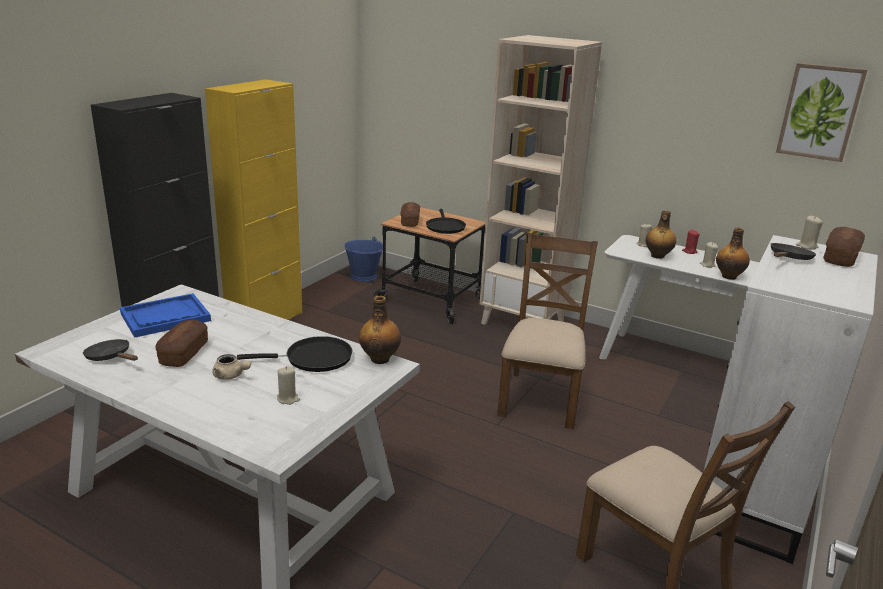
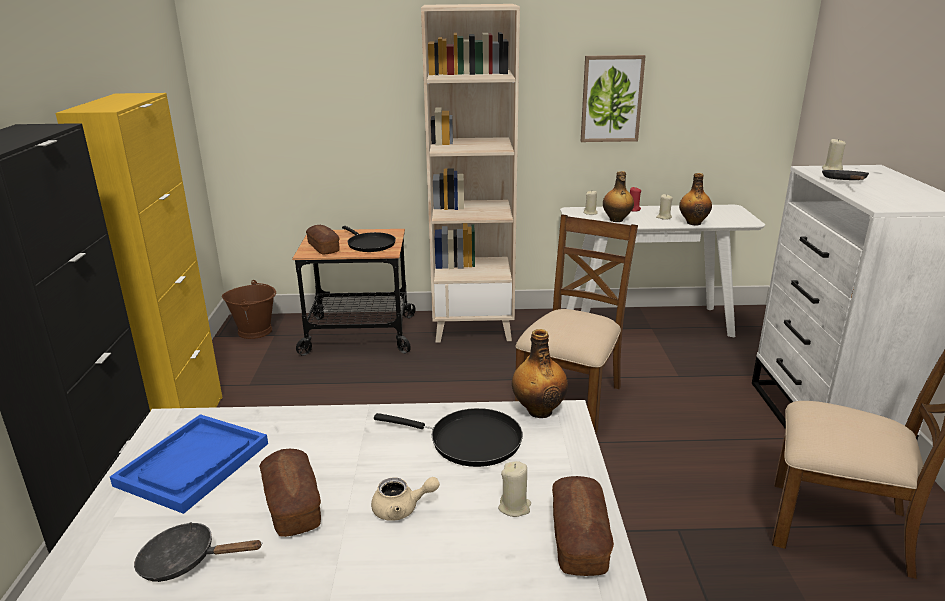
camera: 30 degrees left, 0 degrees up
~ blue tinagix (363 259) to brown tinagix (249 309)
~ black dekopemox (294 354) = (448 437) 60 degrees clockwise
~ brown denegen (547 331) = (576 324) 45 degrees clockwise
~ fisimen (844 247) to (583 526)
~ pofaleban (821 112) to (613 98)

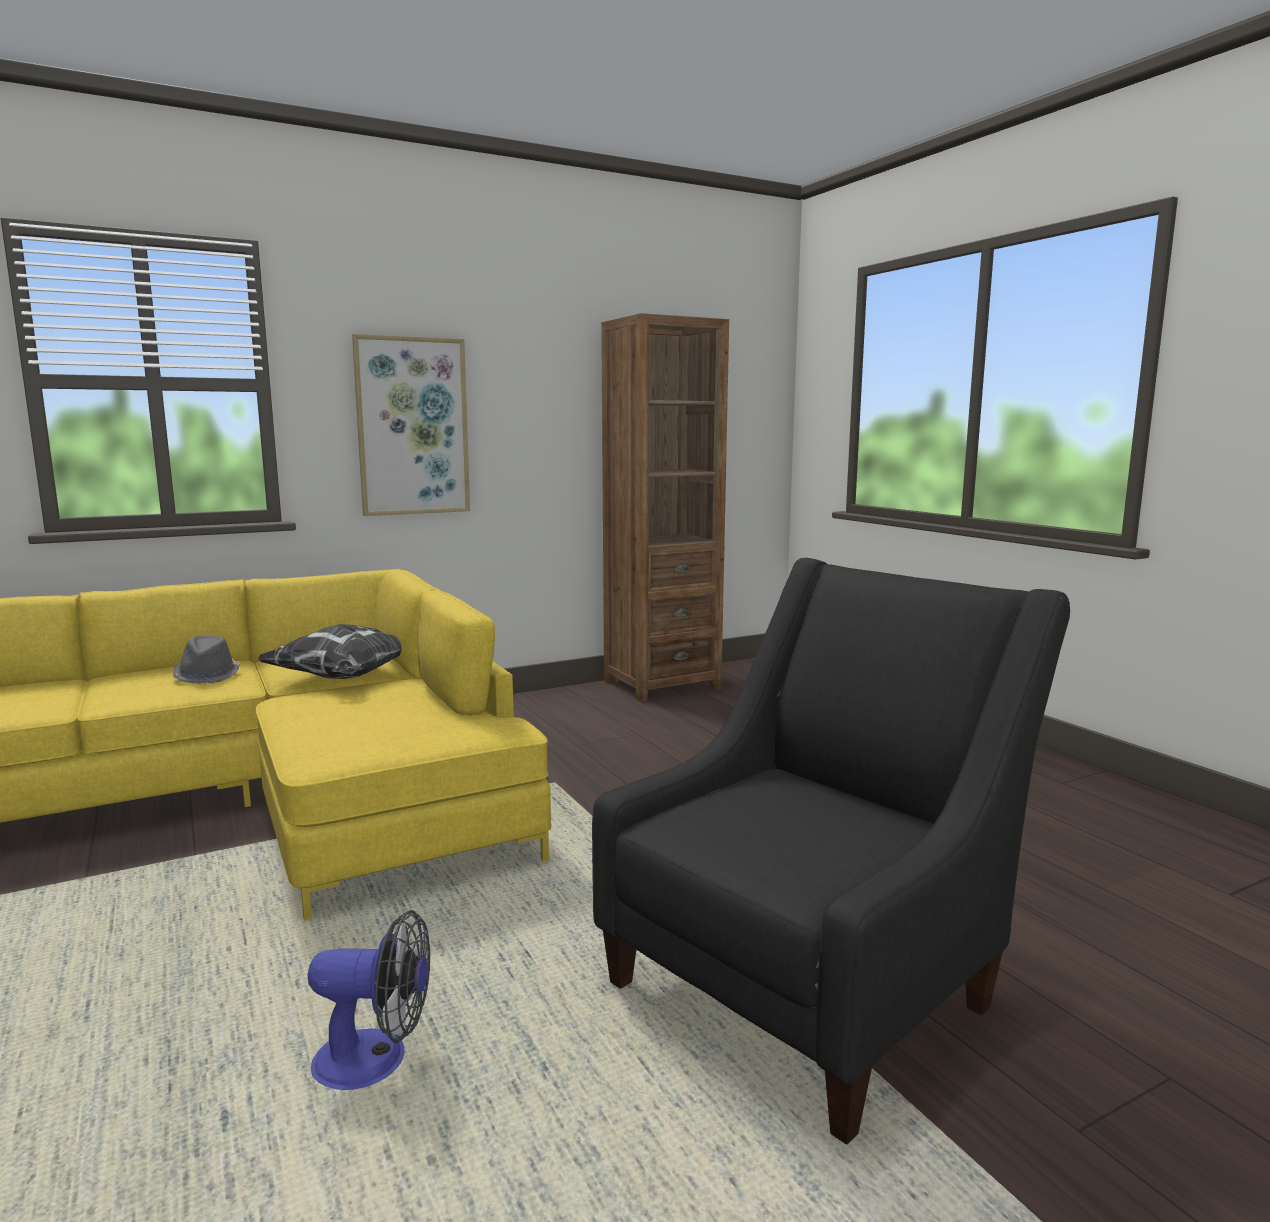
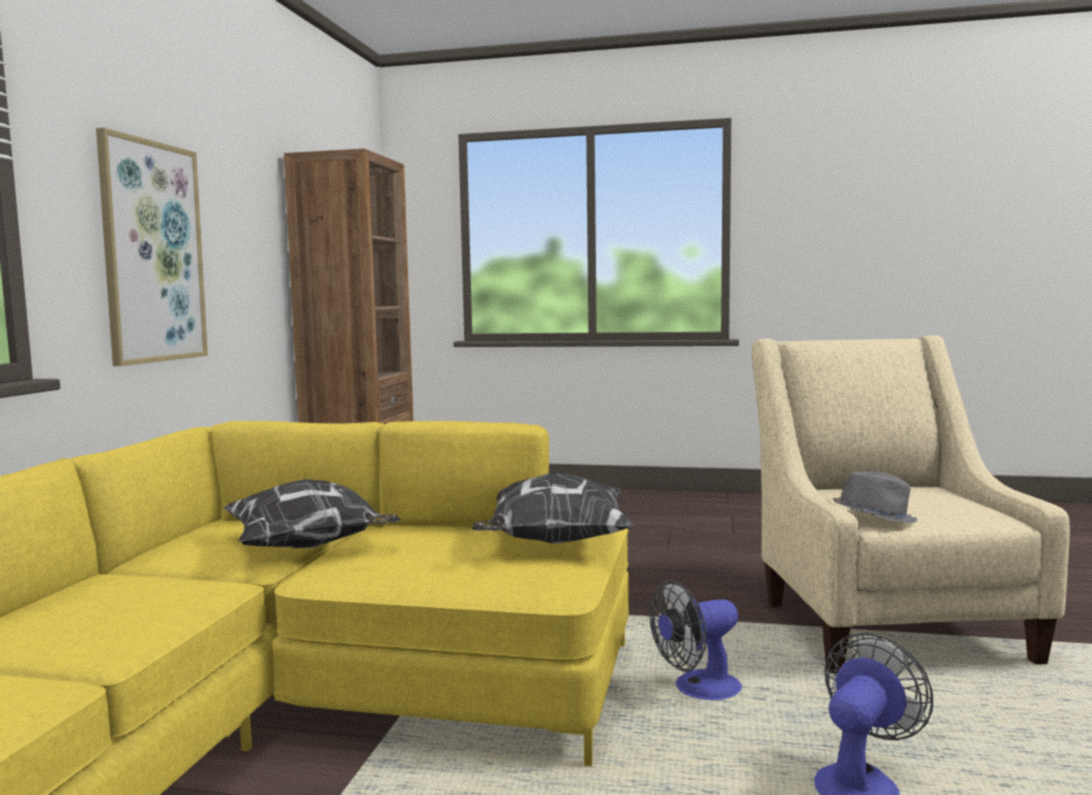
camera: 50 degrees left, 5 degrees down
+ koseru (552 508)
+ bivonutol (696 640)
~ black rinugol (831 851) to beige rinugol (911 504)
~ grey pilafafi (206 659) to (875 497)

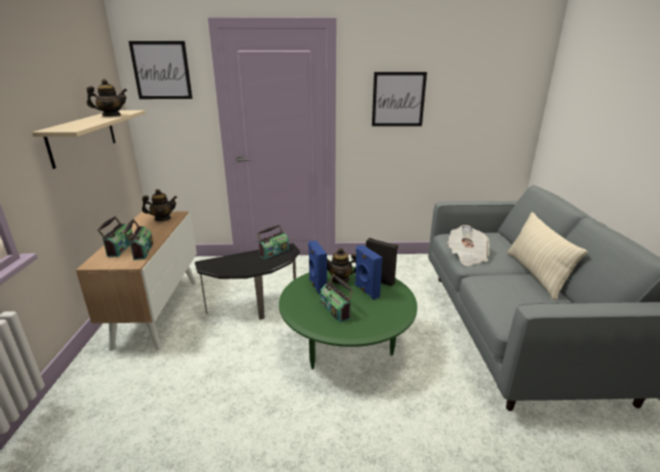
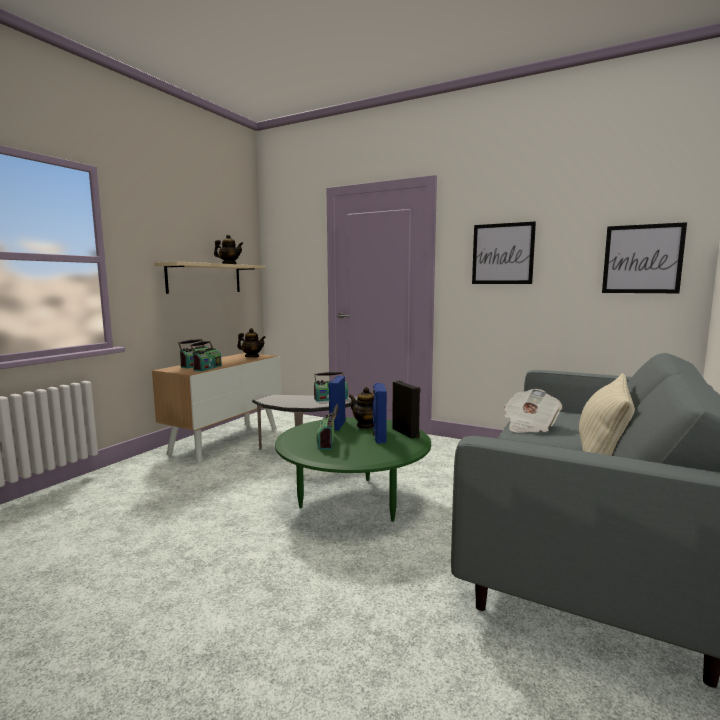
camera: 30 degrees right, 15 degrees down
~ pofaleban (161 70) to (644 257)

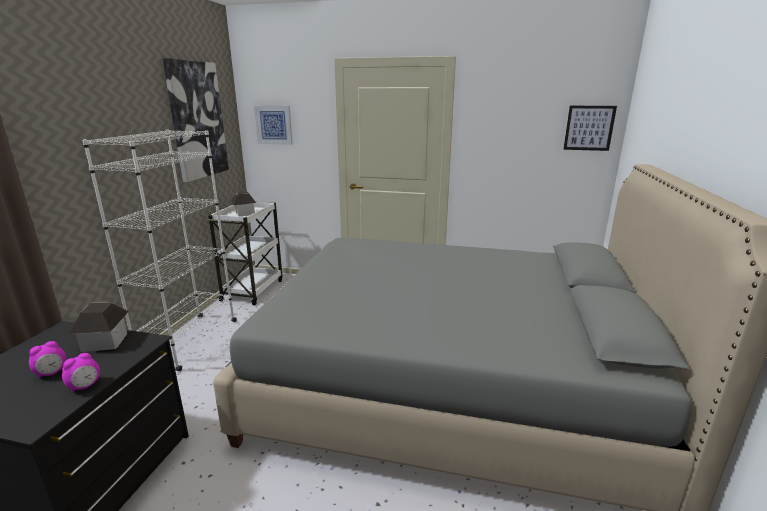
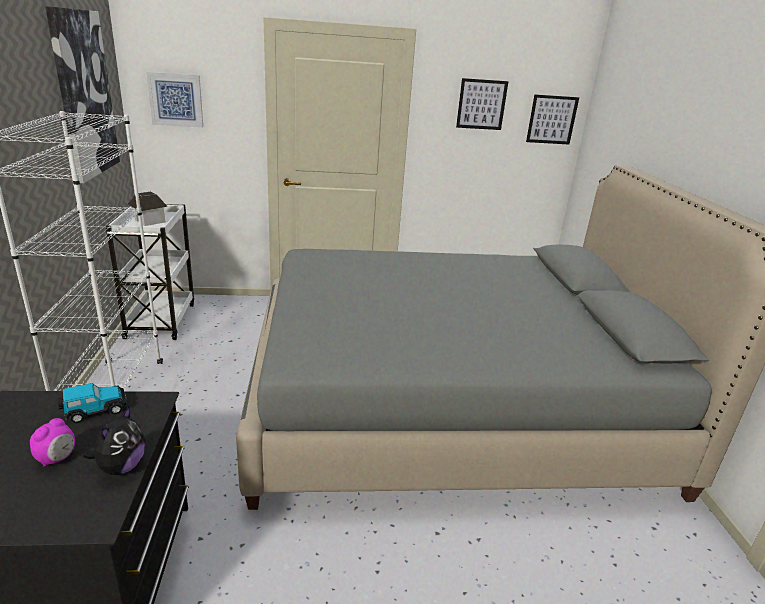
camera: 20 degrees left, 5 degrees up
~ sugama (99 327) to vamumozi (92 403)
~ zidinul (81 372) to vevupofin (114 440)
+ pofaleban (482 104)

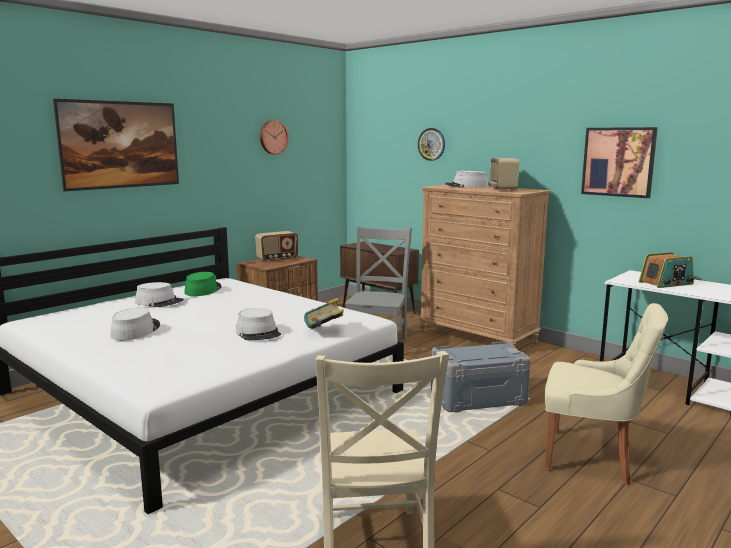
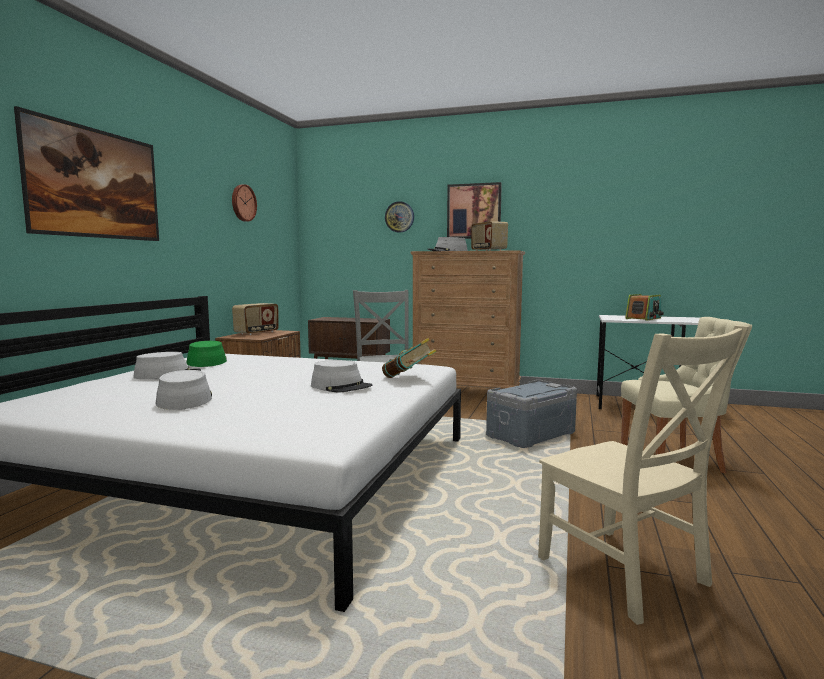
camera: 25 degrees left, 5 degrees down
~ pofaleban (619 162) to (474 210)

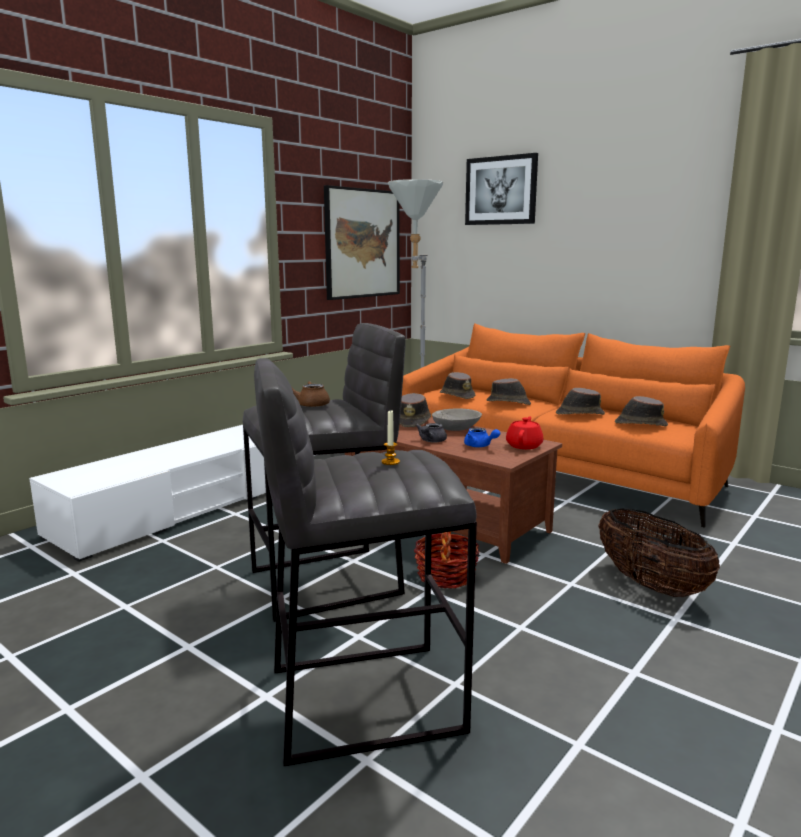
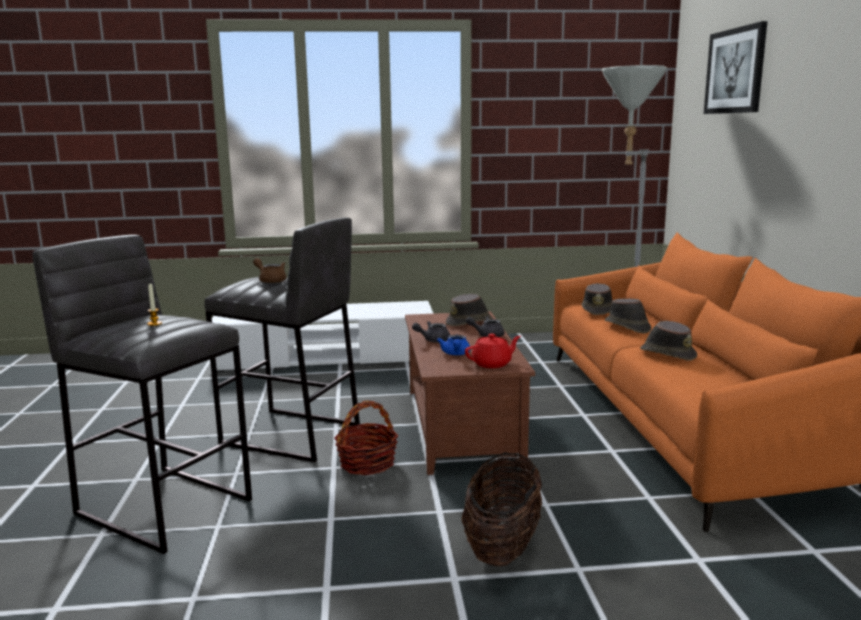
camera: 45 degrees right, 0 degrees up
~ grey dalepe (457 419) to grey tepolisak (485 327)
- pofaleban (362 242)
- brown pilafafi (641 411)

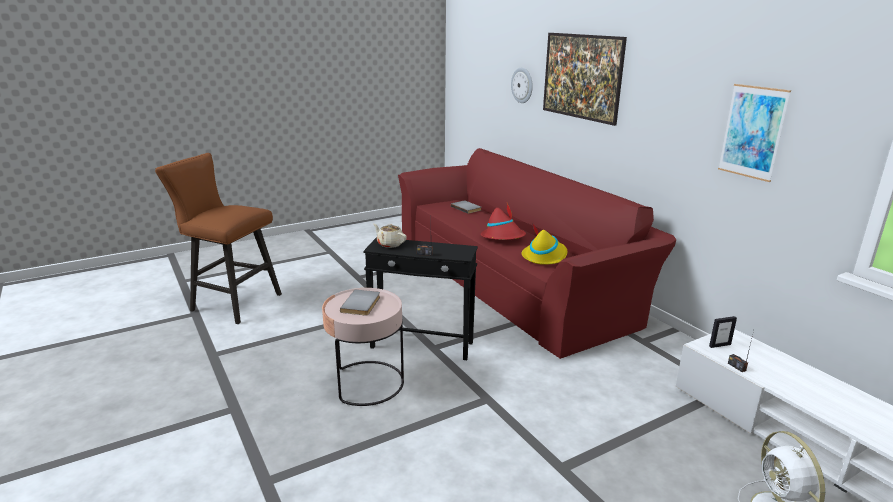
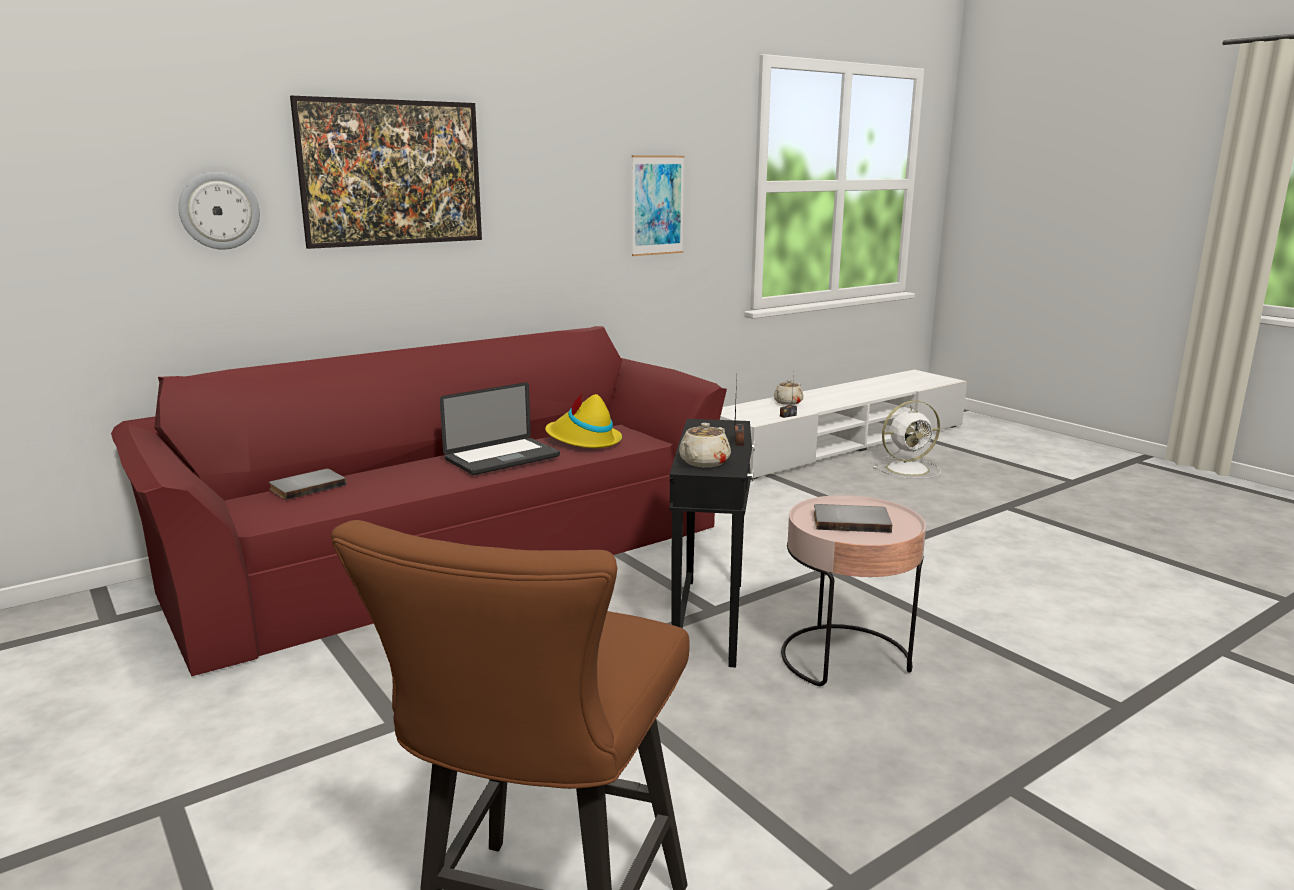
camera: 95 degrees left, 5 degrees down
~ red pilafafi (503 221) to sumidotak (500 428)
+ beige tepolisak (789 392)
- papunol (723 332)

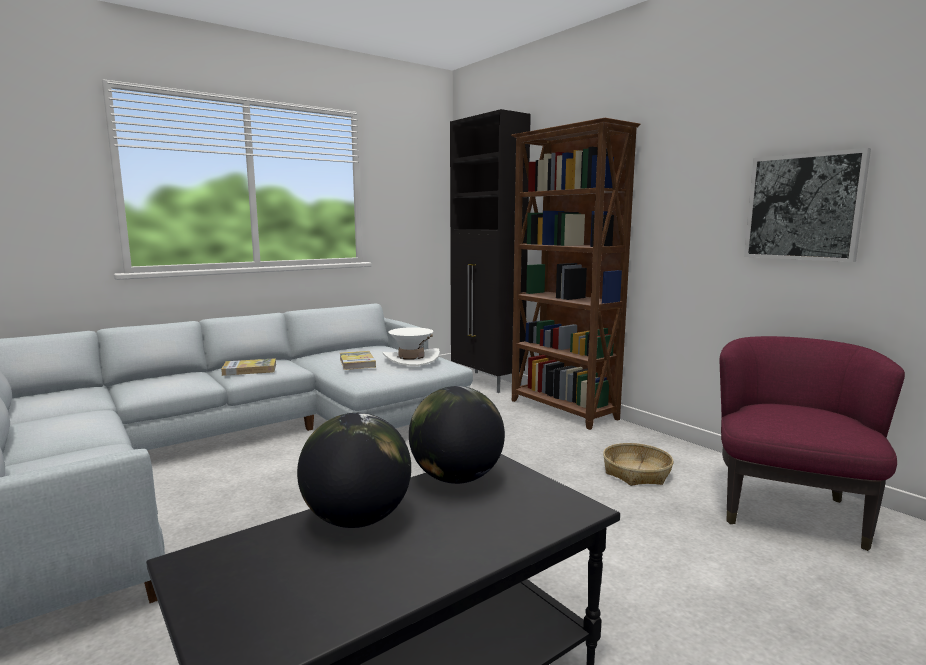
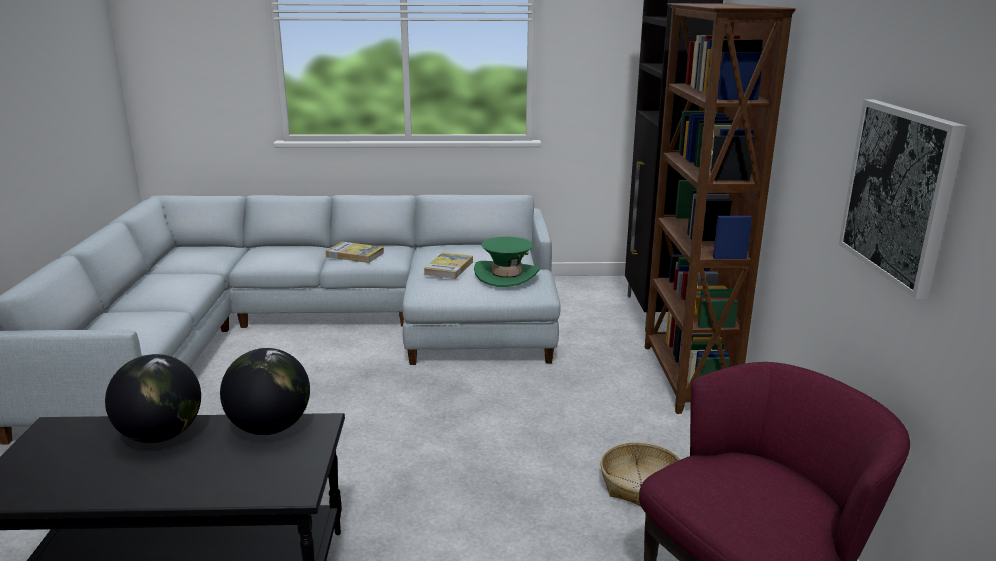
camera: 35 degrees right, 10 degrees up
~ white pilafafi (411 346) to green pilafafi (507 262)

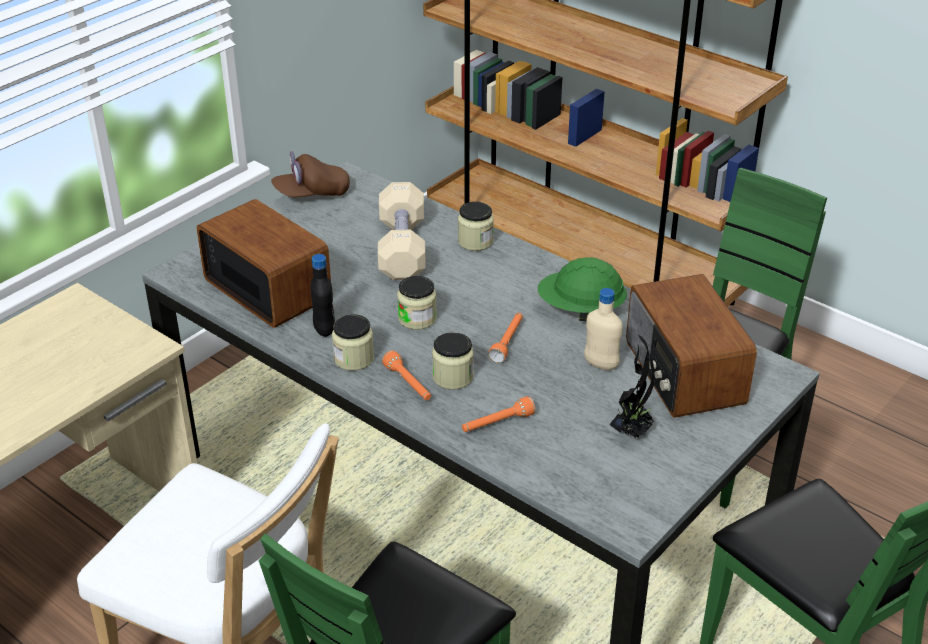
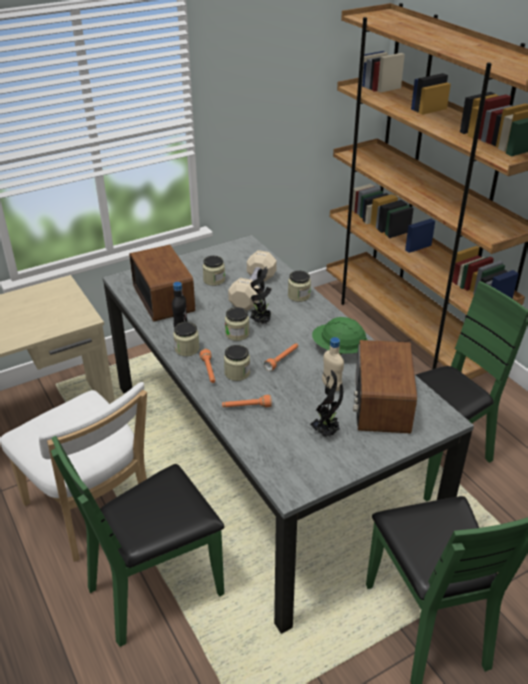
camera: 20 degrees right, 0 degrees up
+ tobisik (214 271)
+ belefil (261 295)
- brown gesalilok (310 174)

